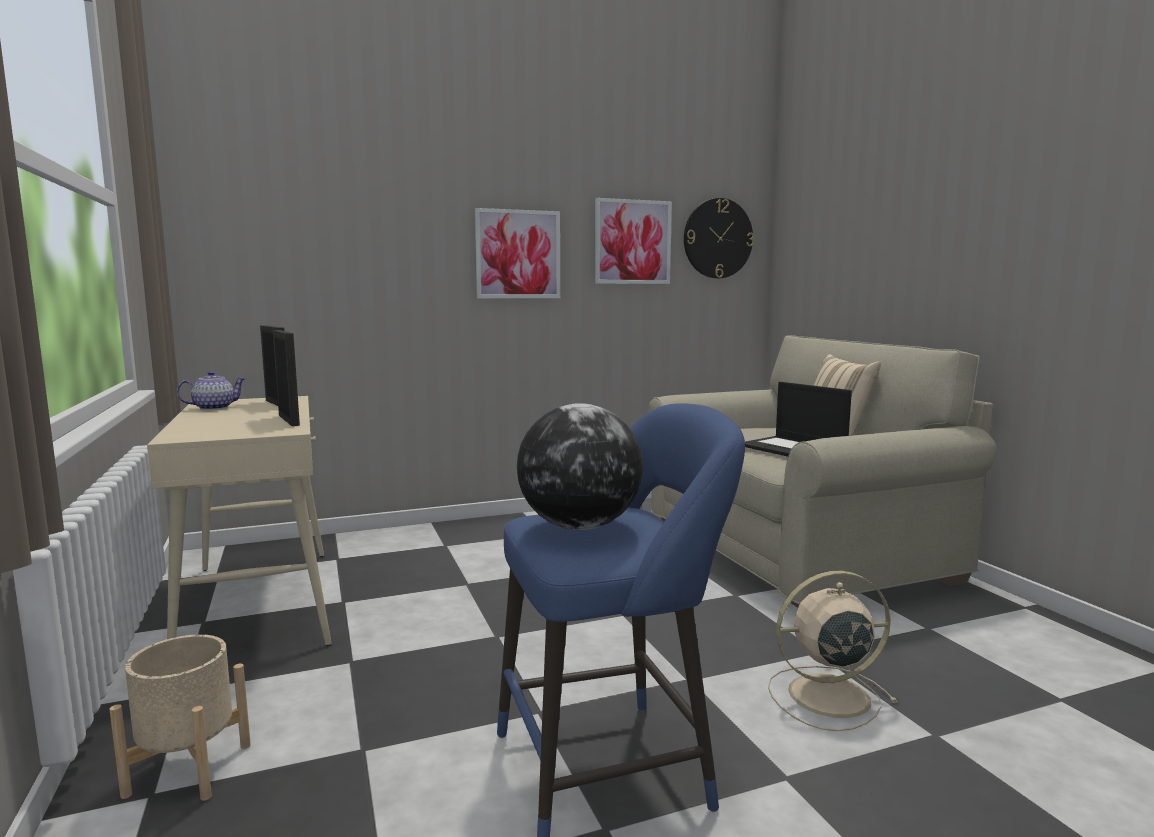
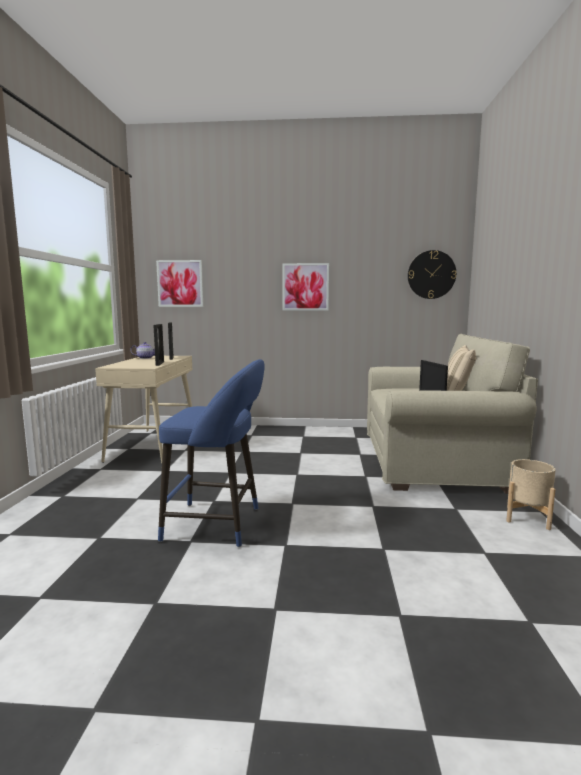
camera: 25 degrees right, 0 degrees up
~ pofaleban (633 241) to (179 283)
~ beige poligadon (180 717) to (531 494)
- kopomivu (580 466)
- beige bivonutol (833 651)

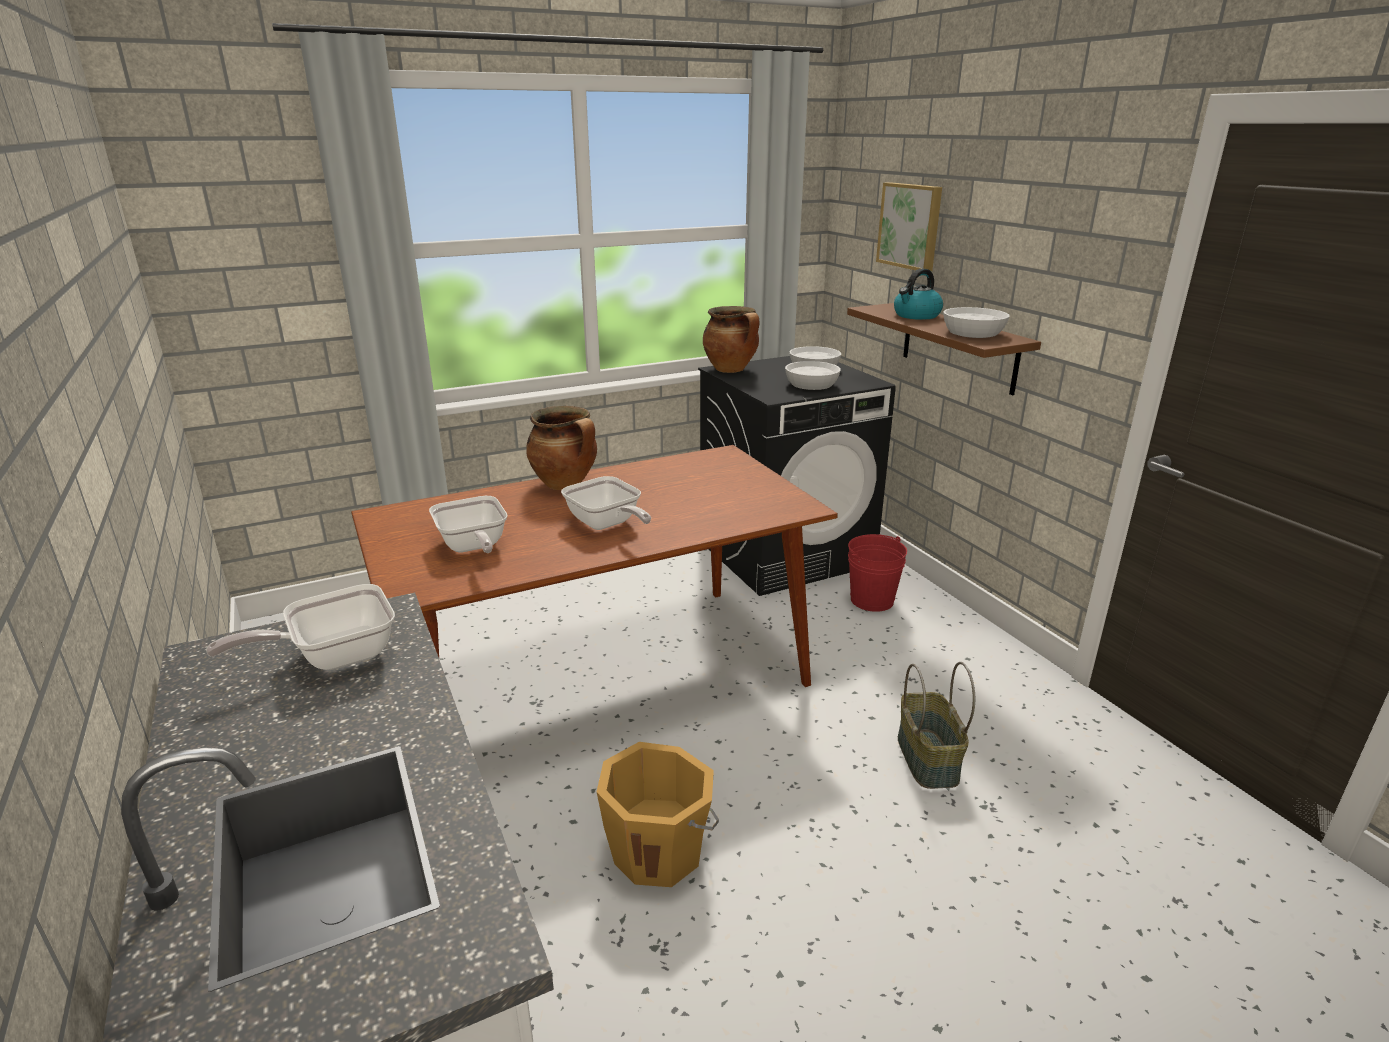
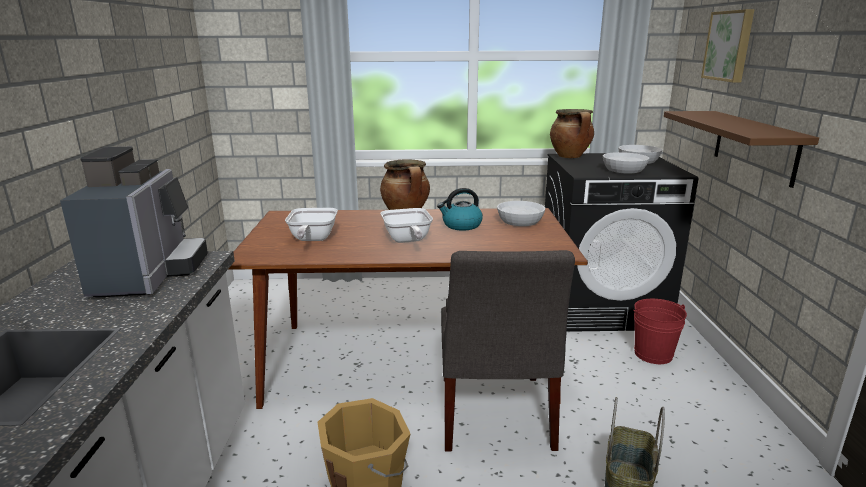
camera: 25 degrees right, 5 degrees down
~ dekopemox (300 627) to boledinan (134 222)
~ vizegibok (918 294) to (460 209)
+ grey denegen (508 351)
~ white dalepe (976 322) to (521 213)

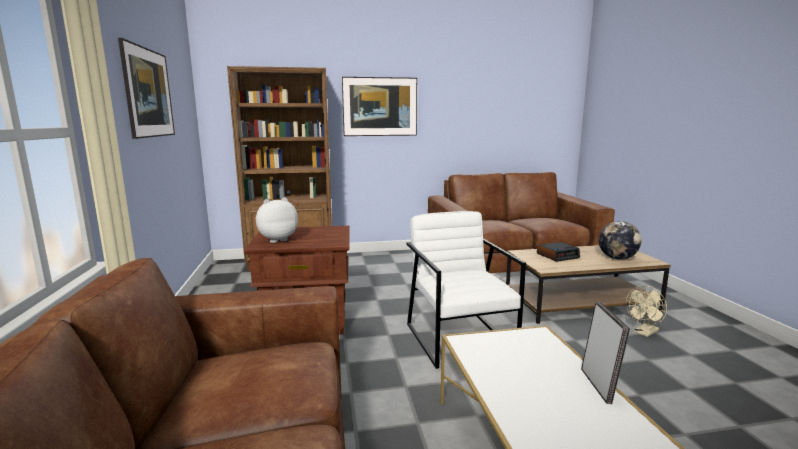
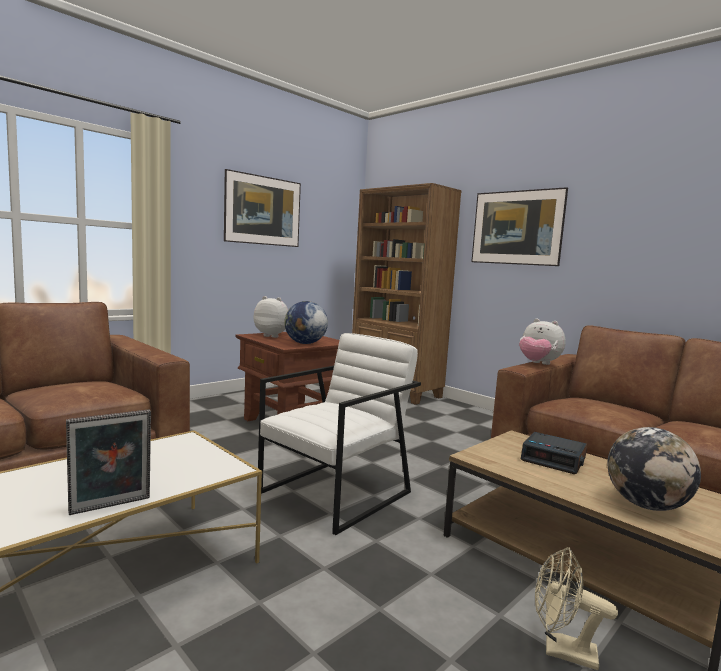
camera: 55 degrees right, 5 degrees down
+ kopomivu (306 322)
+ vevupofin (542 342)

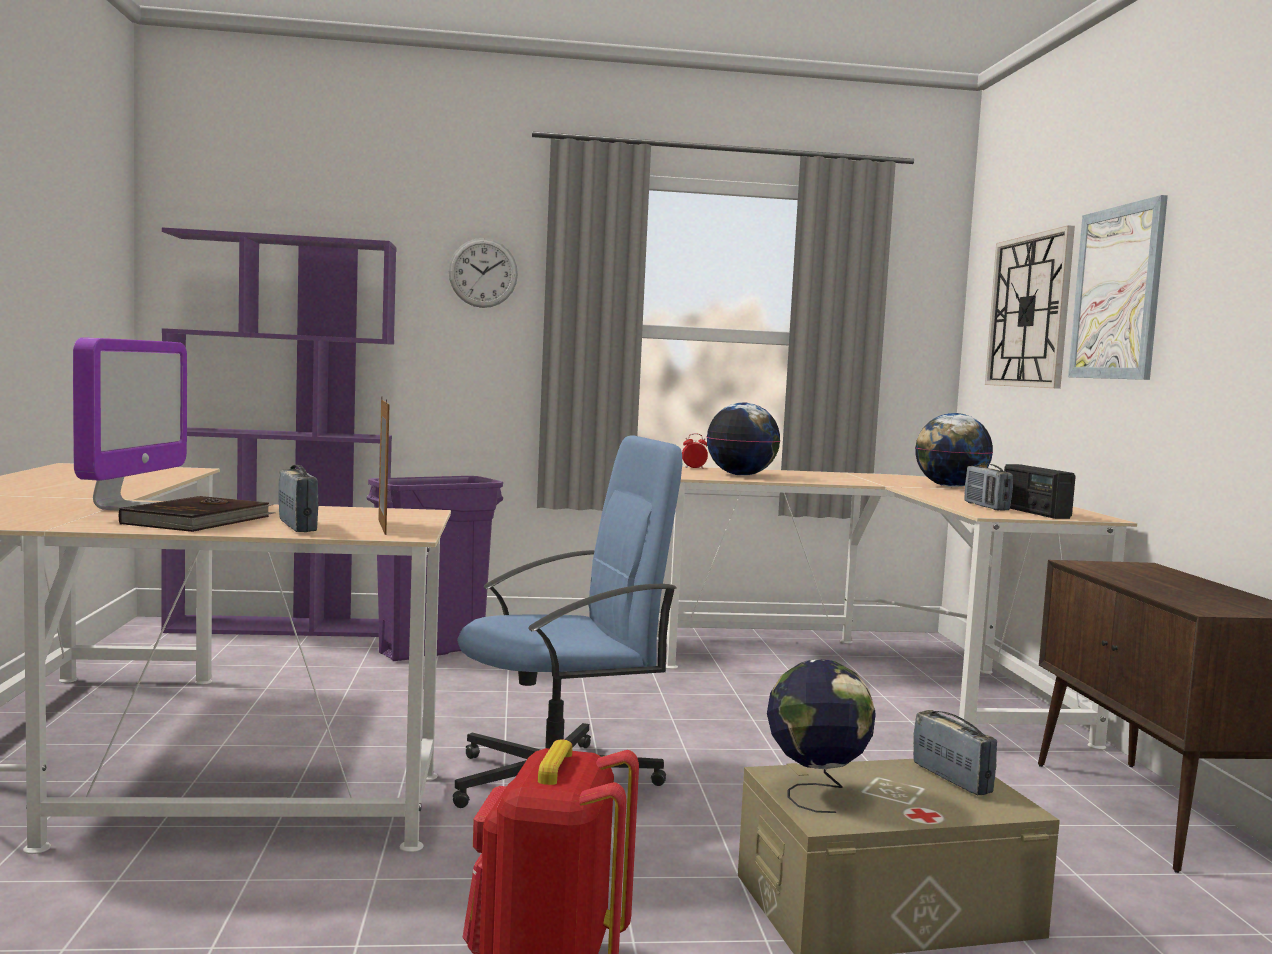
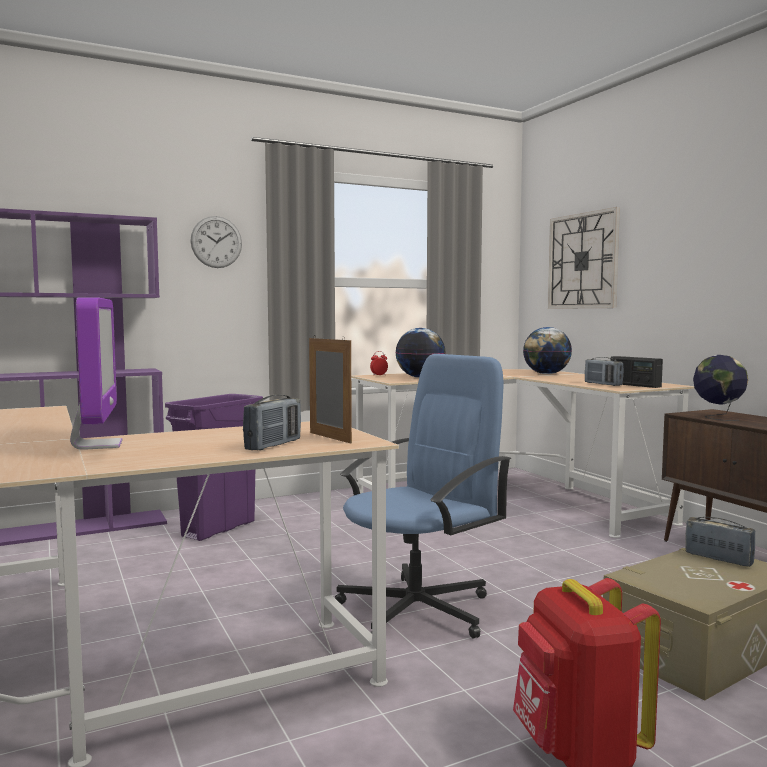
camera: 20 degrees left, 0 degrees up
~ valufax (298 498) = (272 422) 75 degrees clockwise
~ kopomivu (821 736) to (720 388)
- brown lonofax (197 514)
- pofaleban (1118 287)

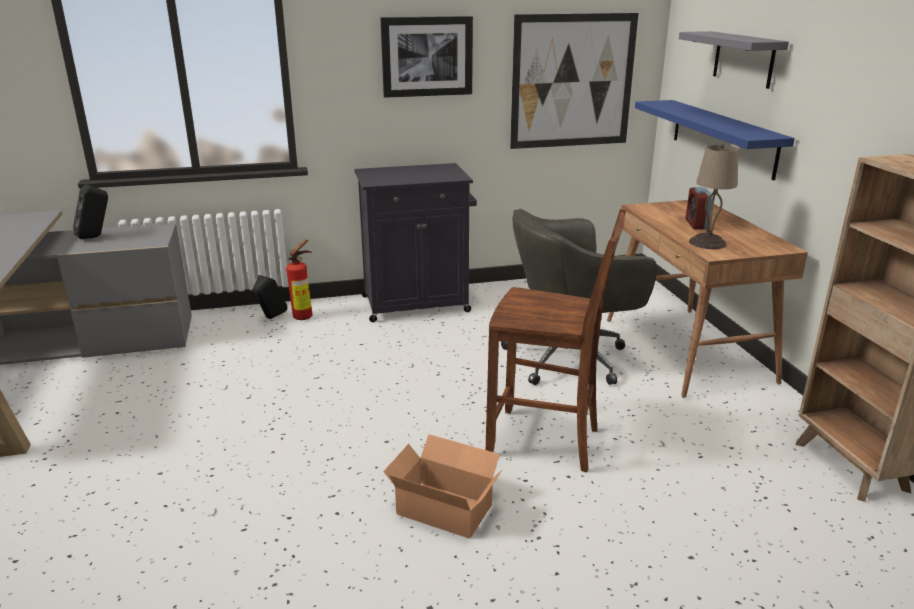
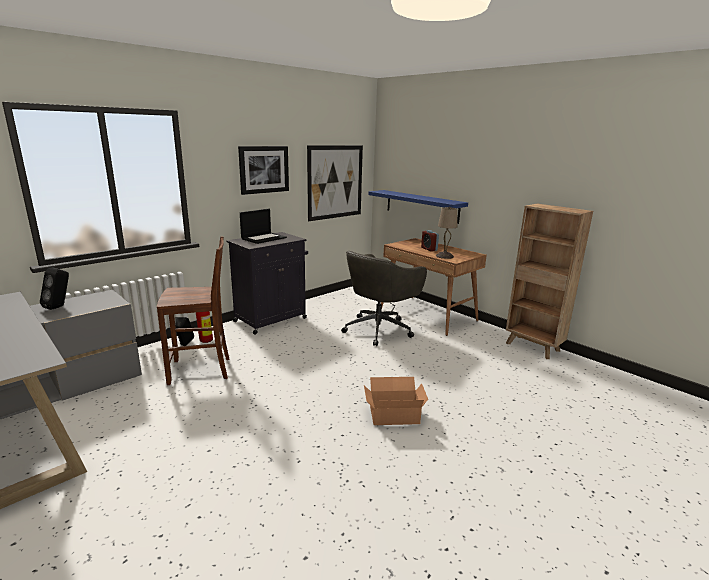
camera: 30 degrees left, 5 degrees down
~ brown denegen (556 340) to (193 310)
+ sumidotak (263 226)
- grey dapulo (734 60)

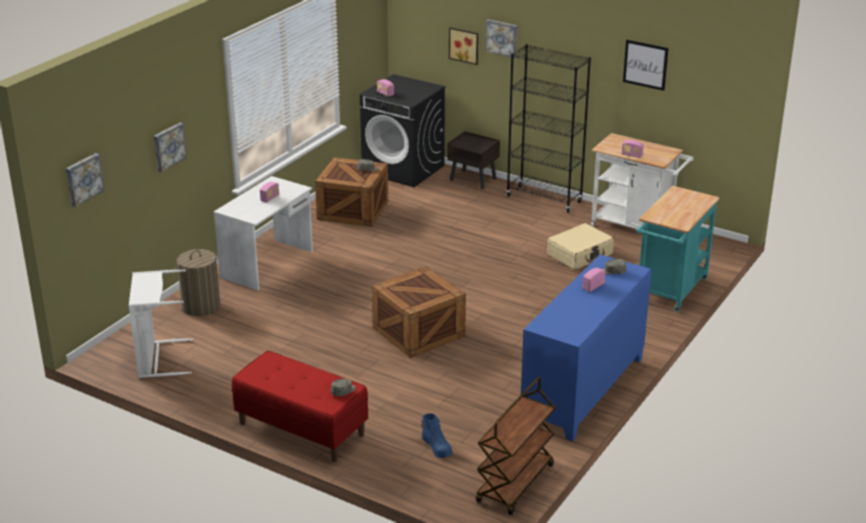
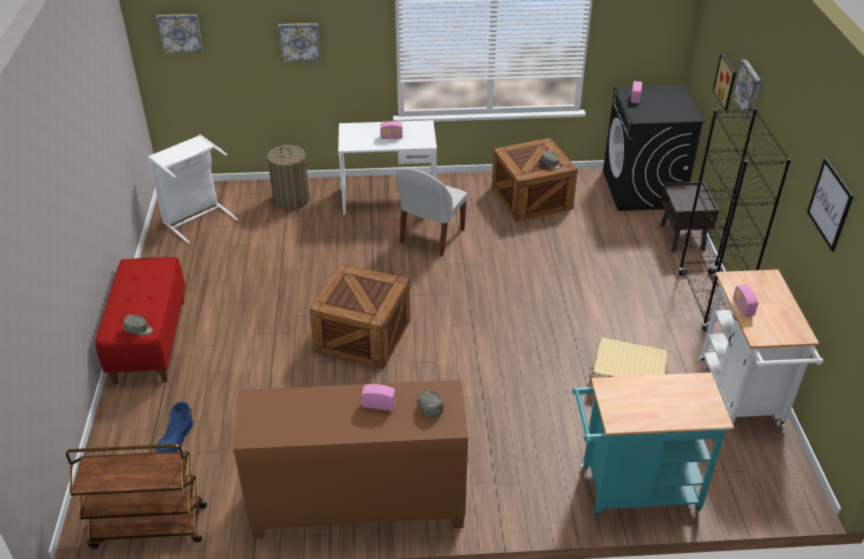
camera: 55 degrees right, 10 degrees up
~ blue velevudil (586 348) to brown velevudil (350 459)
+ white denegen (430 212)

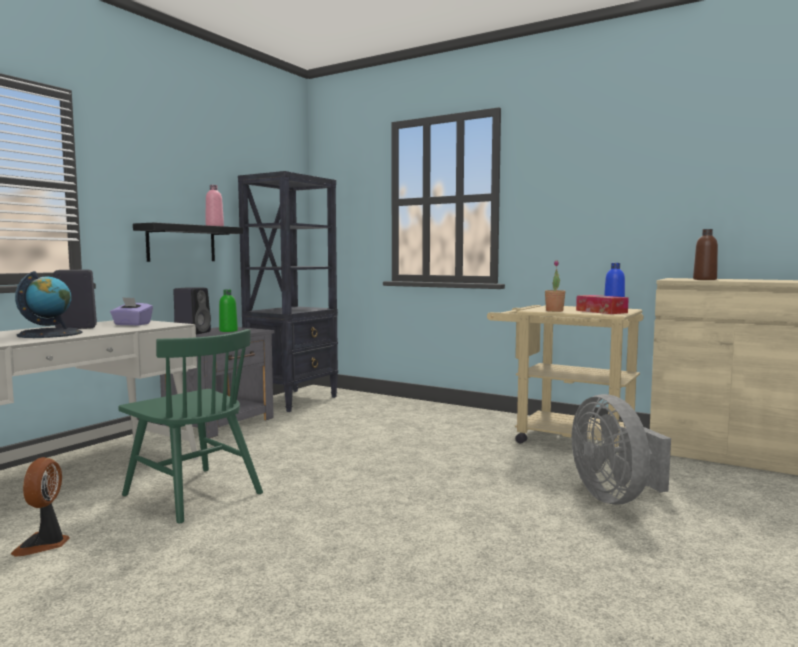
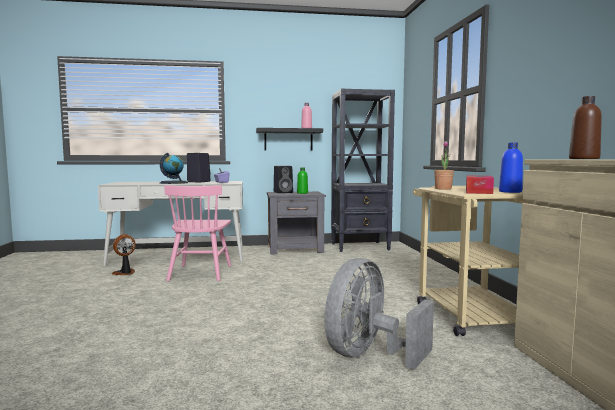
camera: 50 degrees right, 0 degrees up
~ green denegen (190 426) to pink denegen (197 233)

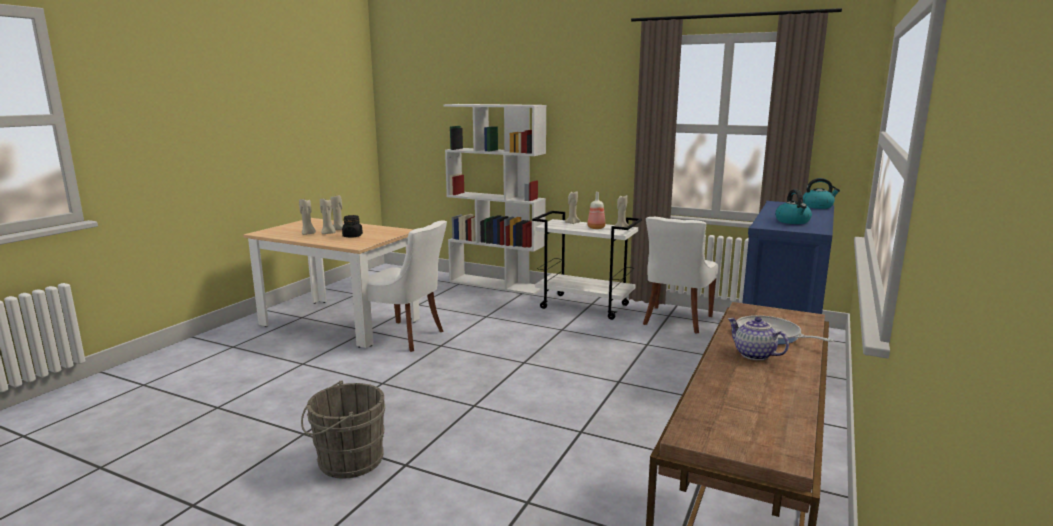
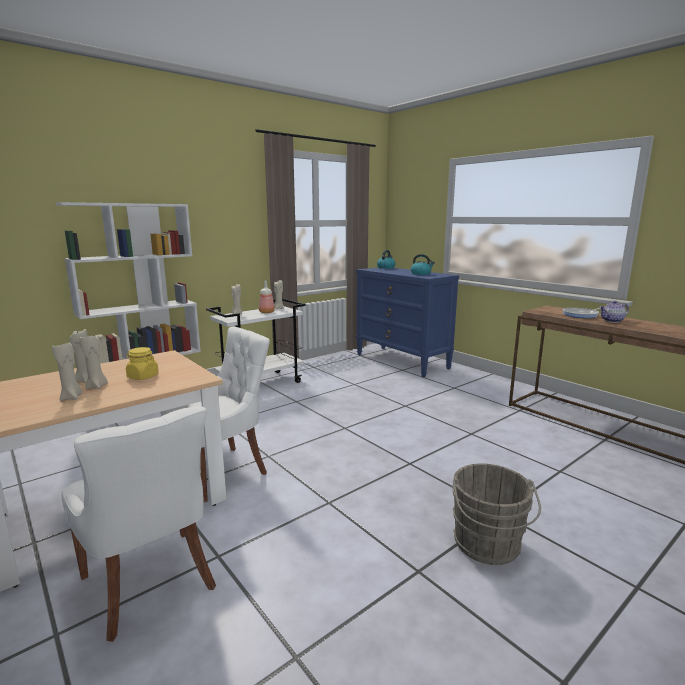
camera: 65 degrees left, 0 degrees up
~ white denegen (680 275) to (138 524)
~ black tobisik (352 226) to yellow tobisik (142 363)

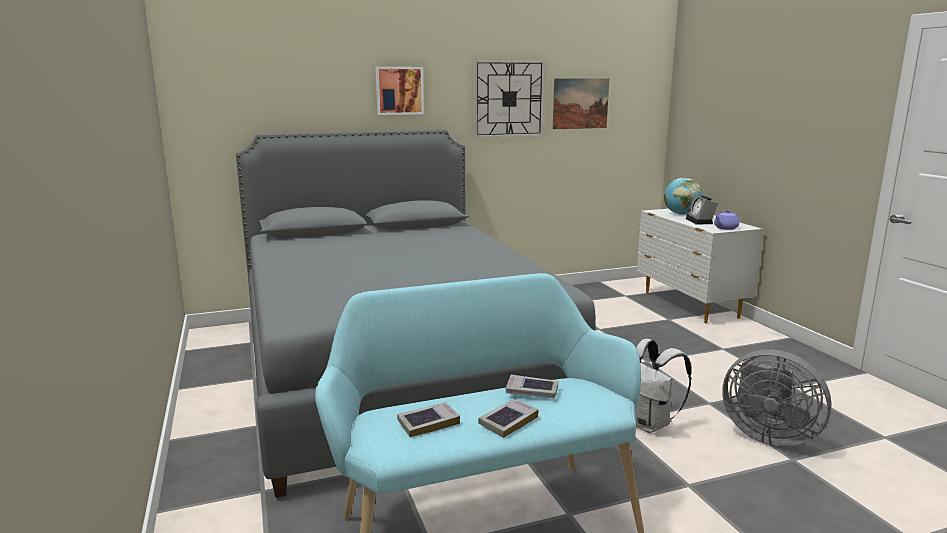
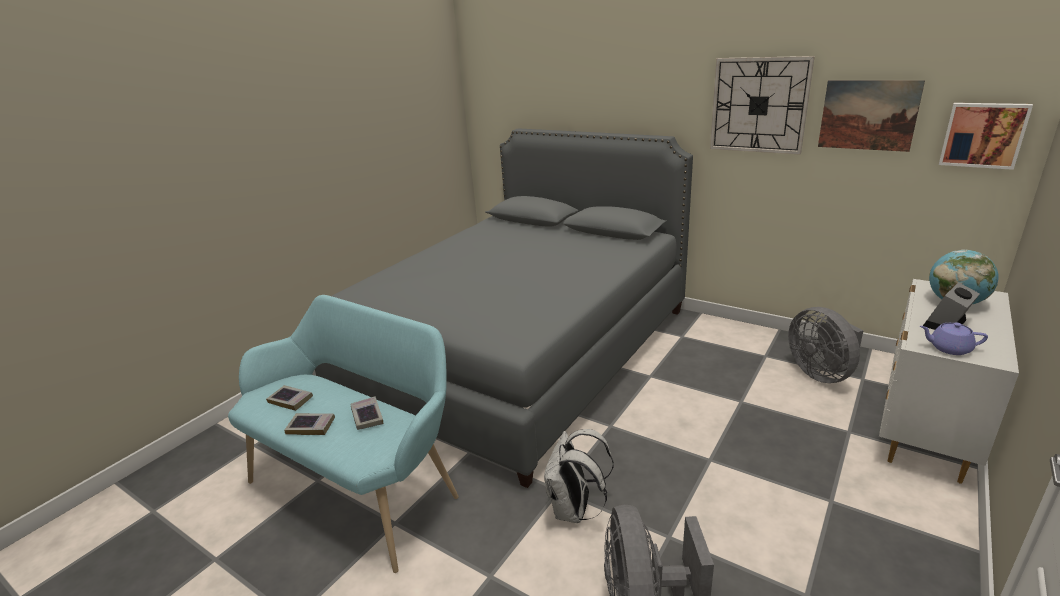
camera: 55 degrees right, 10 degrees up
+ grey bivonutol (826 345)
~ pofaleban (399 91) to (986 136)

